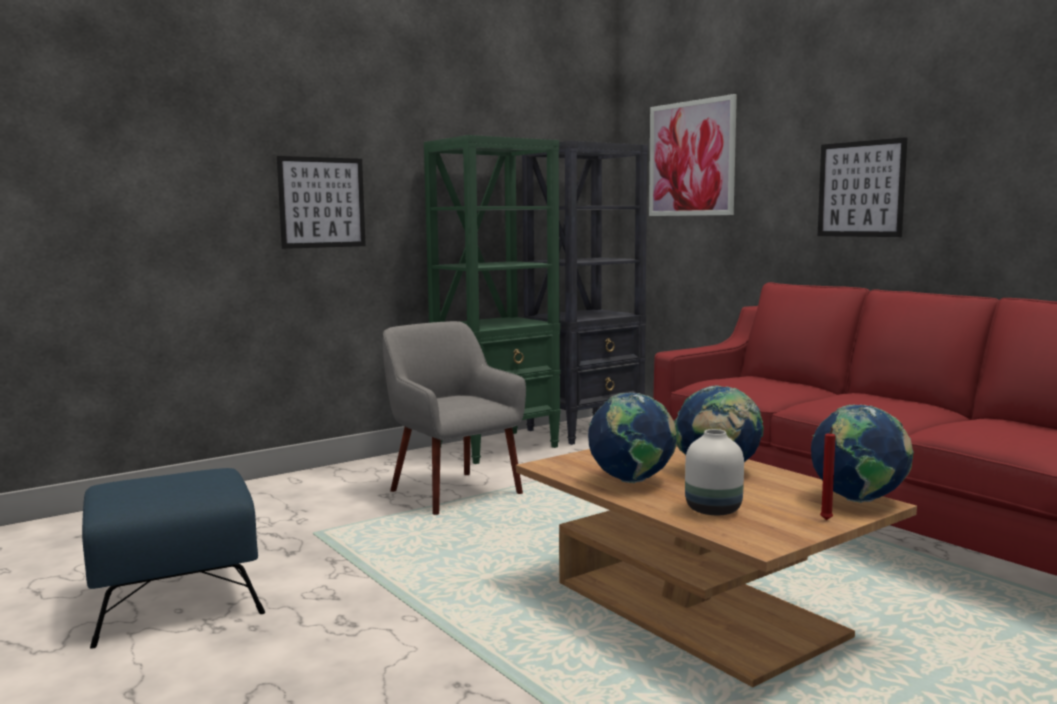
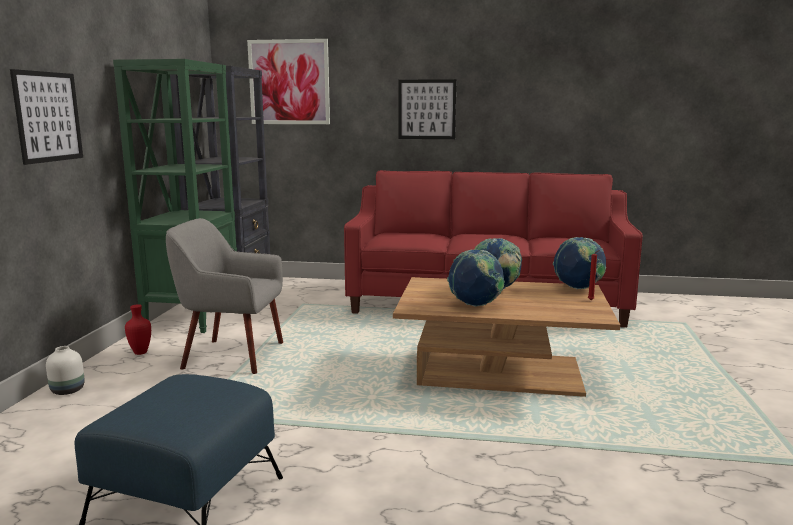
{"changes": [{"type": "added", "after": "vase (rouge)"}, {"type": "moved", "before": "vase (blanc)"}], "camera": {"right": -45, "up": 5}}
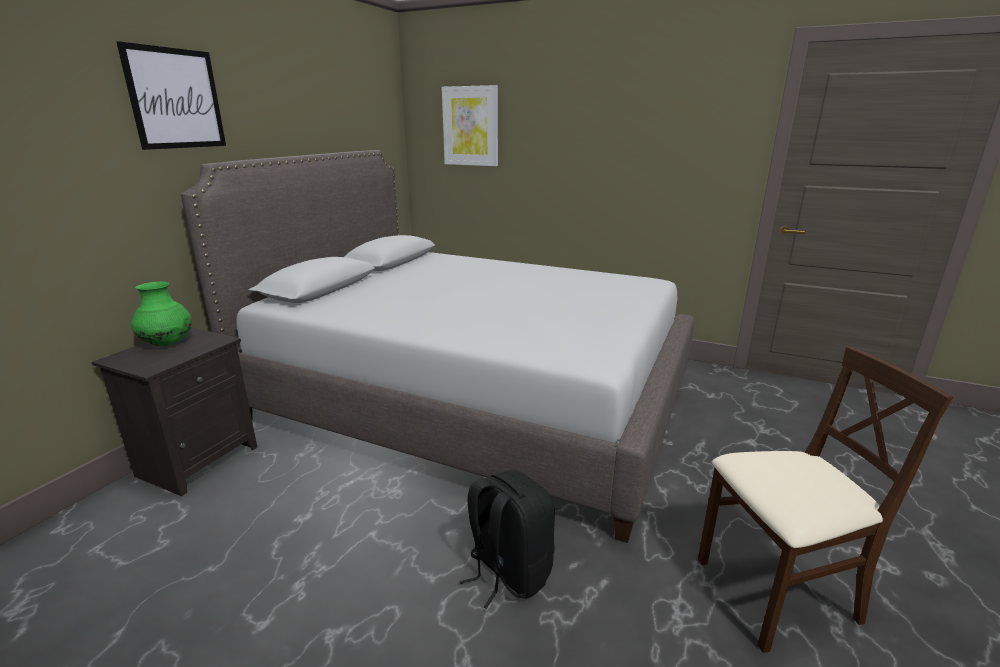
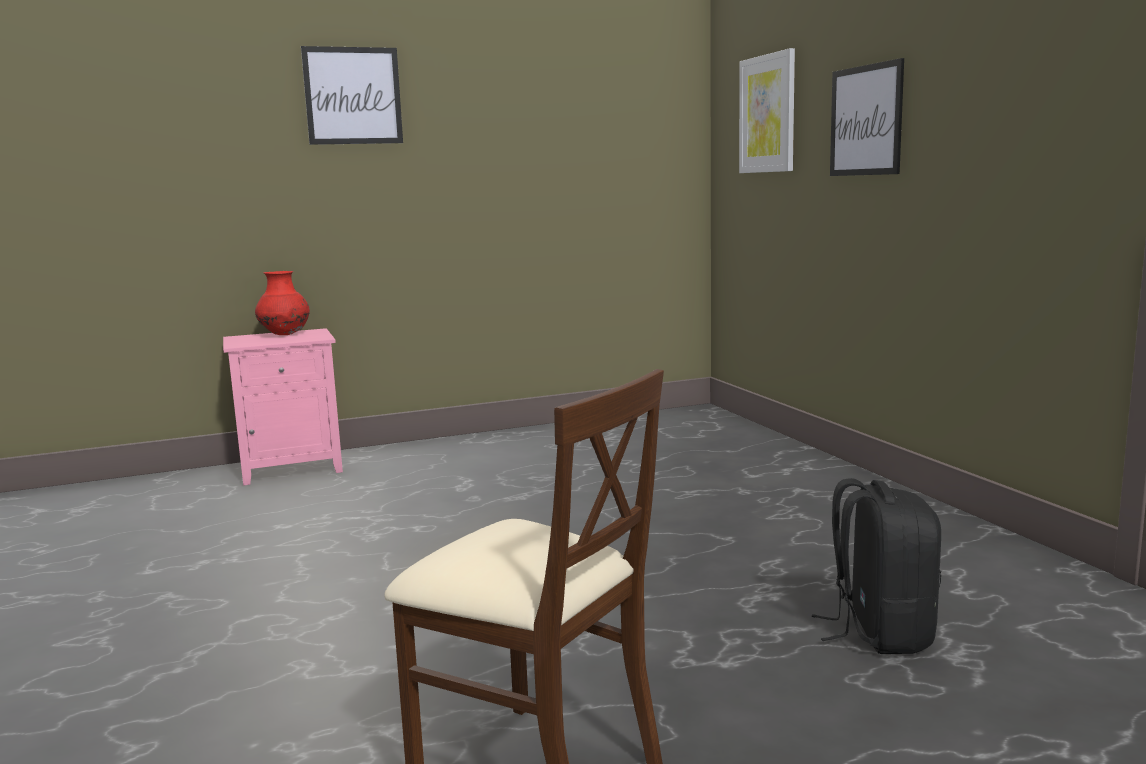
{"changes": [{"type": "removed", "before": "lit (gris)"}, {"type": "added", "after": "tableau (3rd from left)"}, {"type": "moved", "before": "sac à dos (noir)"}, {"type": "recoloured", "before": "table de chevet (noir)", "after": "table de chevet (rose)"}, {"type": "recoloured", "before": "vase (vert)", "after": "vase (rouge)"}], "camera": {"right": 45, "up": -10}}
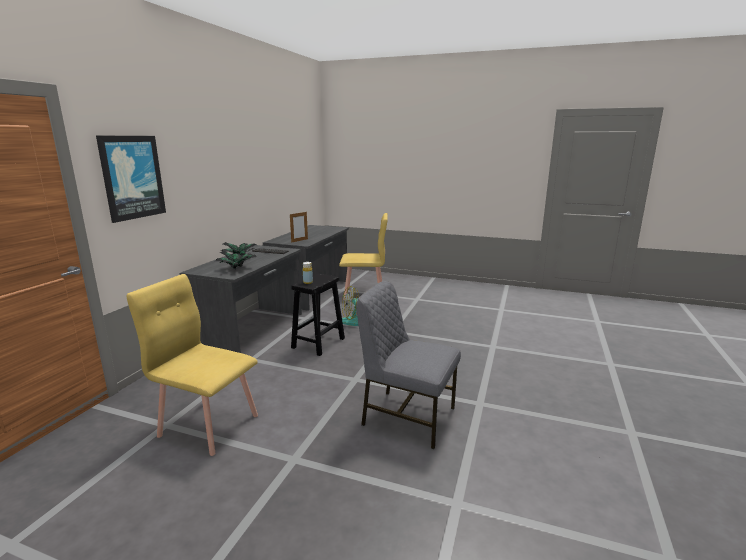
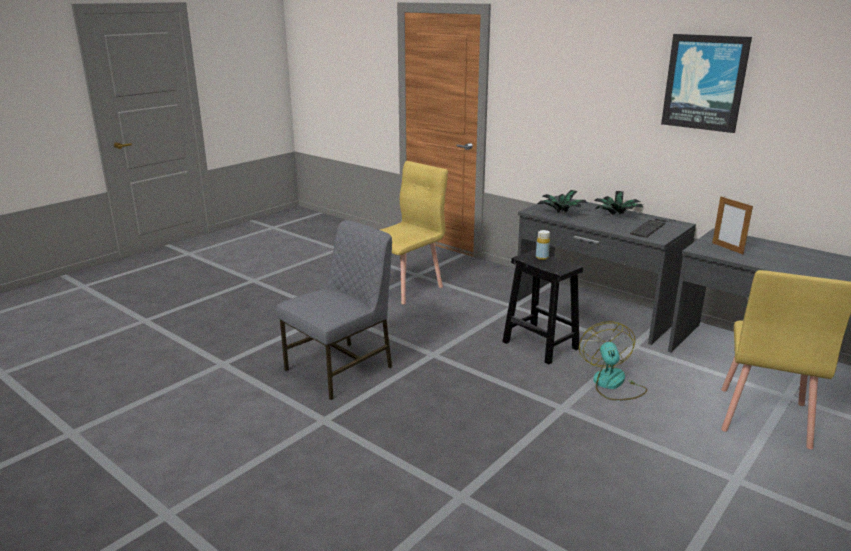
{"changes": [{"type": "moved", "before": "tableau"}], "camera": {"right": 110, "up": 5}}
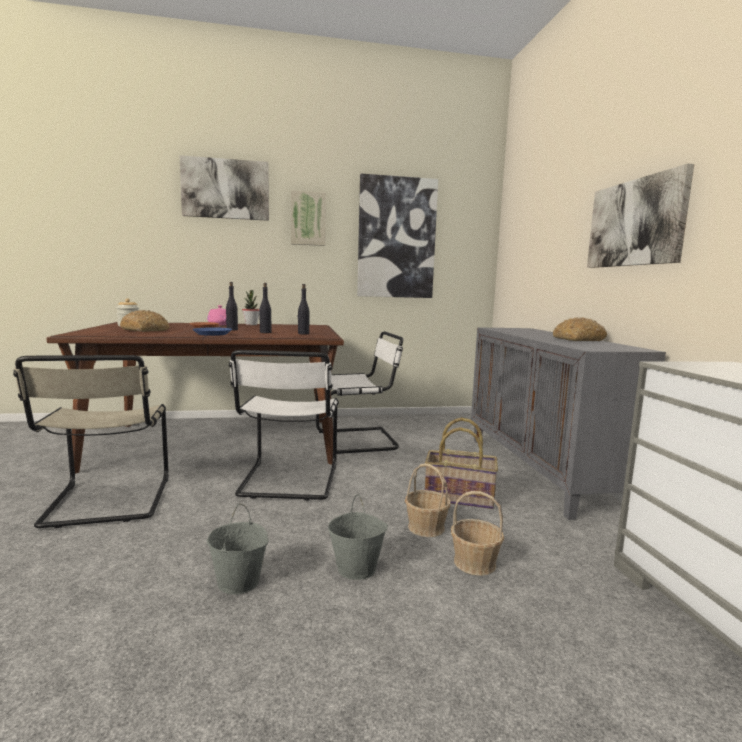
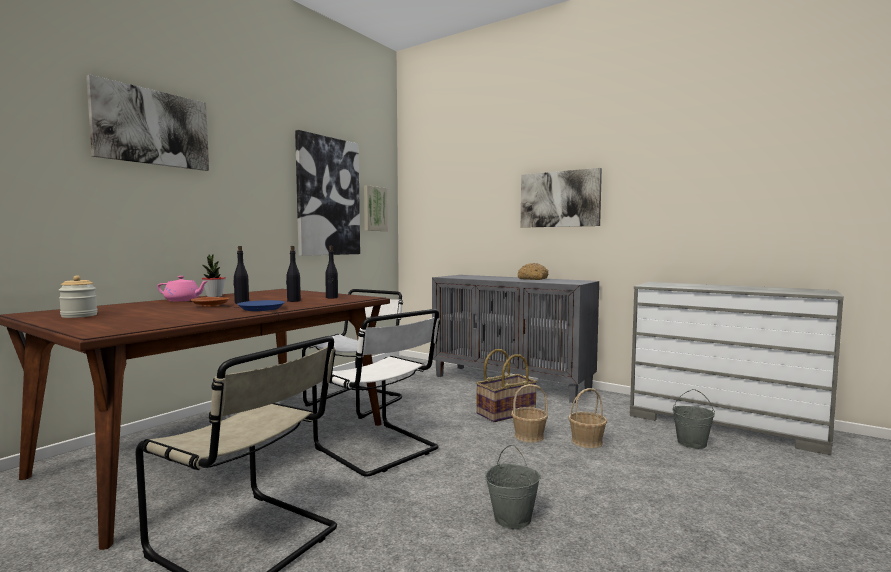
{"changes": [{"type": "removed", "before": "pain (1st from left)"}, {"type": "moved", "before": "tableau (2nd from left in the first image)", "after": "tableau (3rd from left)"}, {"type": "moved", "before": "seau (gris) (2nd from left)"}], "camera": {"right": -45, "up": -5}}
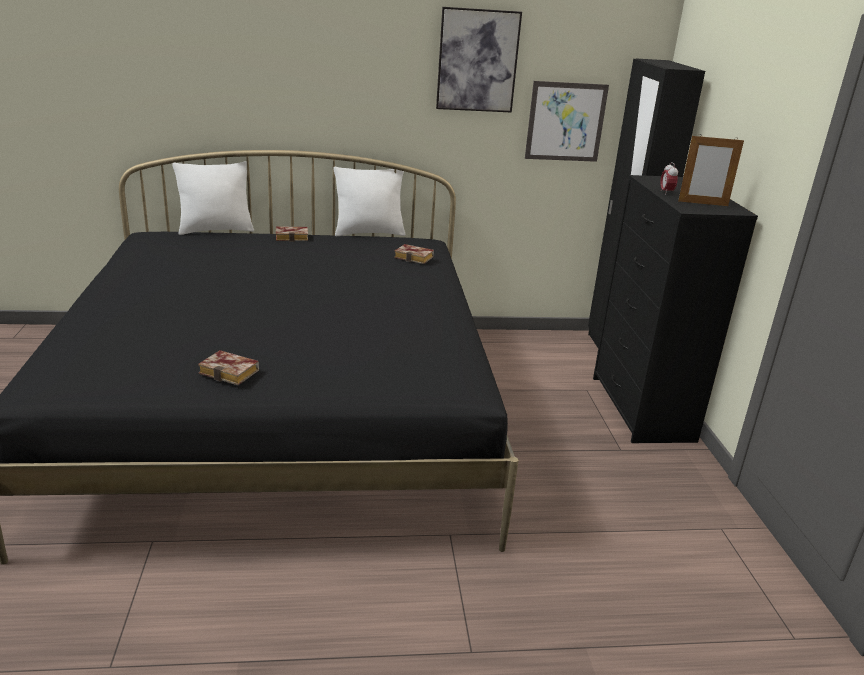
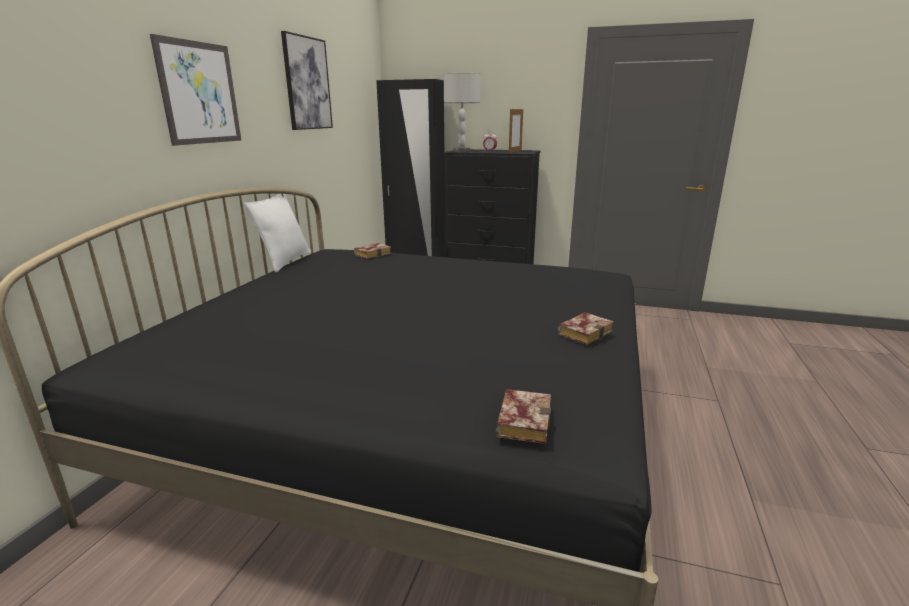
{"changes": [{"type": "removed", "before": "coussin (blanc) (1st from left)"}, {"type": "added", "after": "lampe de table (gris)"}, {"type": "moved", "before": "livre (2nd from left)"}, {"type": "moved", "before": "tableau (2nd from left in the first image)", "after": "tableau (1st from left)"}], "camera": {"right": -65, "up": -5}}
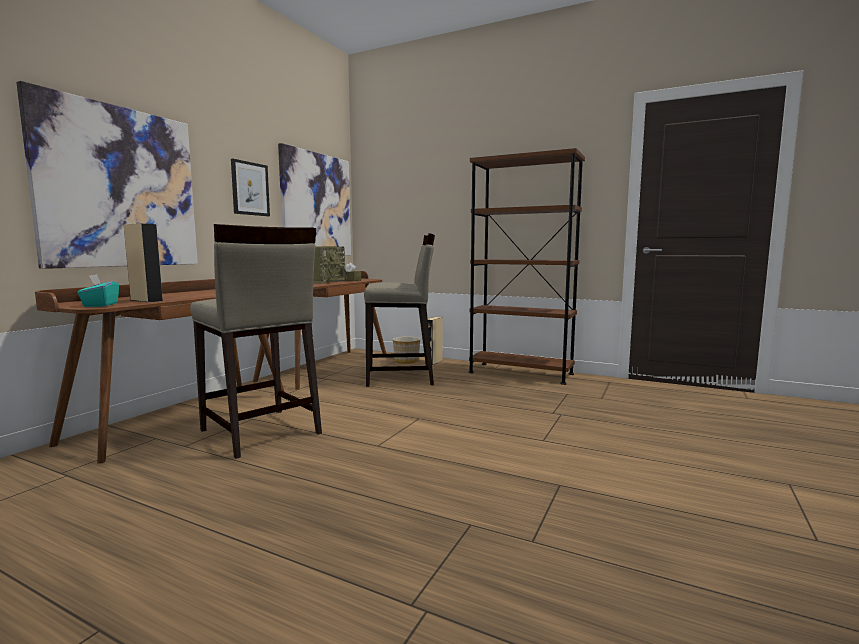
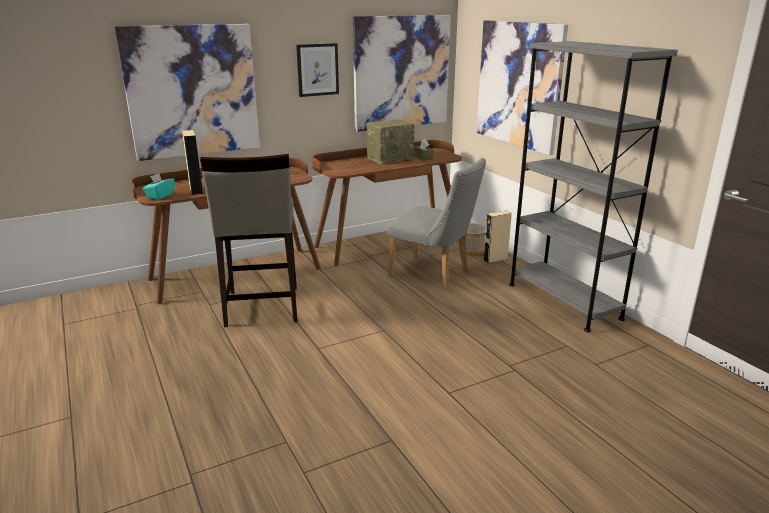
{"changes": [{"type": "added", "after": "tableau (4th from left)"}, {"type": "replaced", "before": "tabouret (beige) (2nd from left)", "after": "chaise (gris)"}, {"type": "recoloured", "before": "bibliothèque (marron)", "after": "bibliothèque (gris)"}], "camera": {"right": 35, "up": 15}}
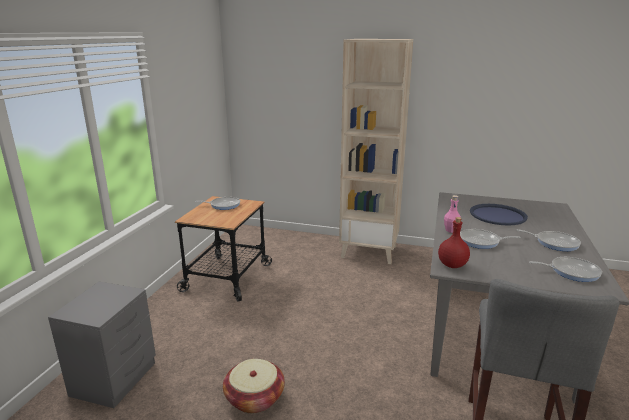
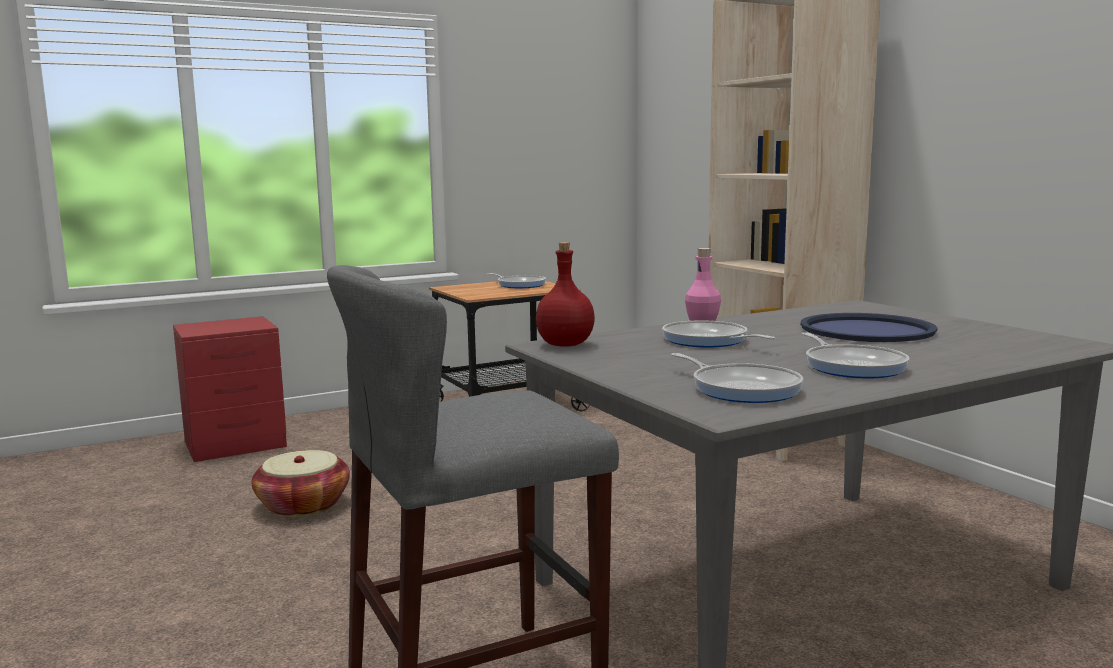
{"changes": [{"type": "recoloured", "before": "table de chevet (gris)", "after": "table de chevet (rouge)"}], "camera": {"right": 45, "up": -10}}
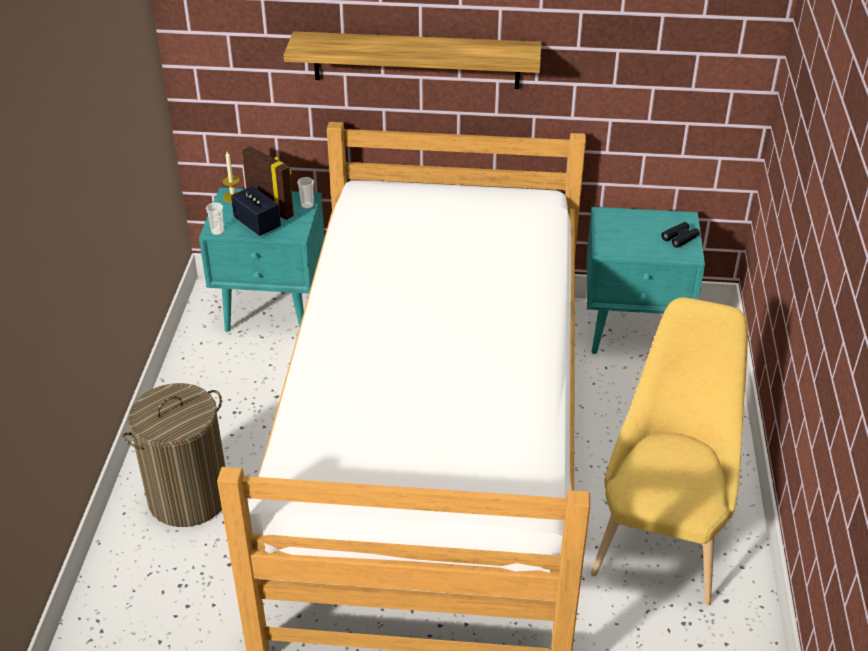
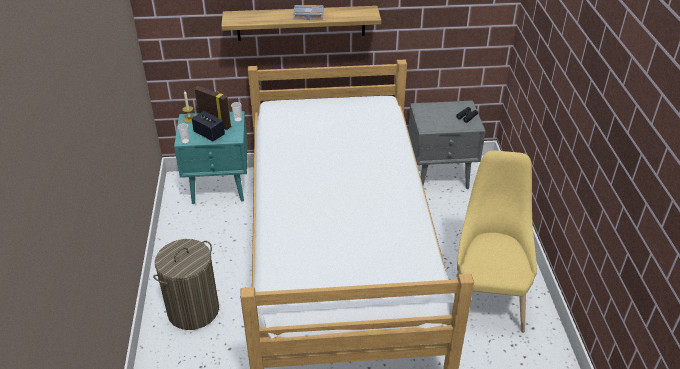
{"changes": [{"type": "added", "after": "livre (gris)"}, {"type": "recoloured", "before": "table de chevet (turquoise) (2nd from left)", "after": "table de chevet (gris)"}], "camera": {"right": -10, "up": 0}}
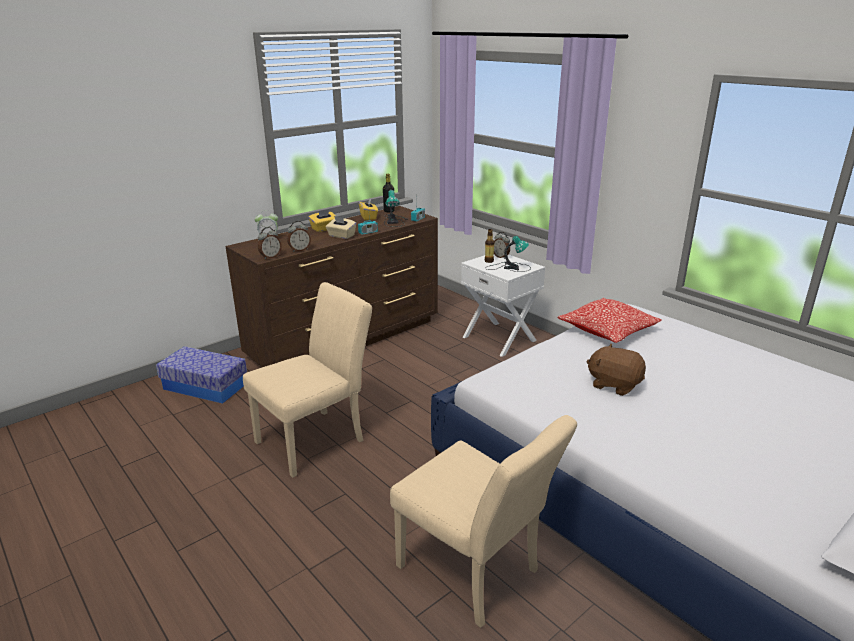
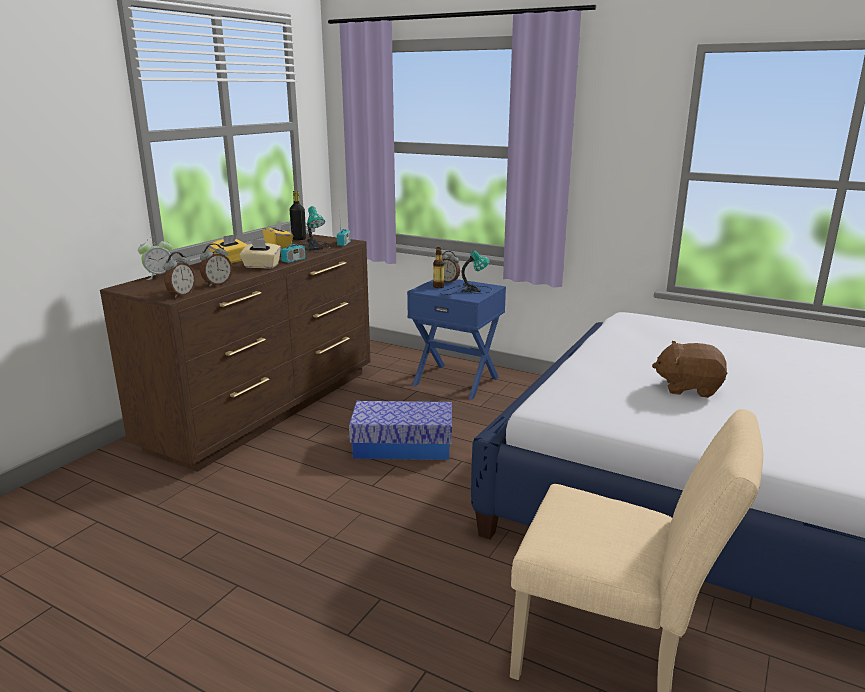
{"changes": [{"type": "removed", "before": "chaise (beige) (1st from left)"}, {"type": "removed", "before": "coussin"}, {"type": "moved", "before": "boîte de rangement"}, {"type": "recoloured", "before": "table de chevet (blanc)", "after": "table de chevet (bleu)"}], "camera": {"right": -20, "up": -5}}
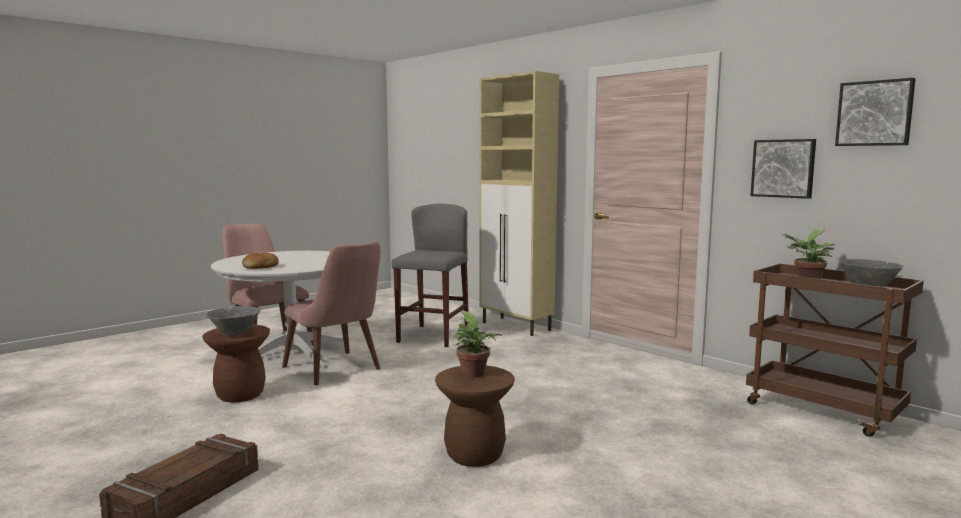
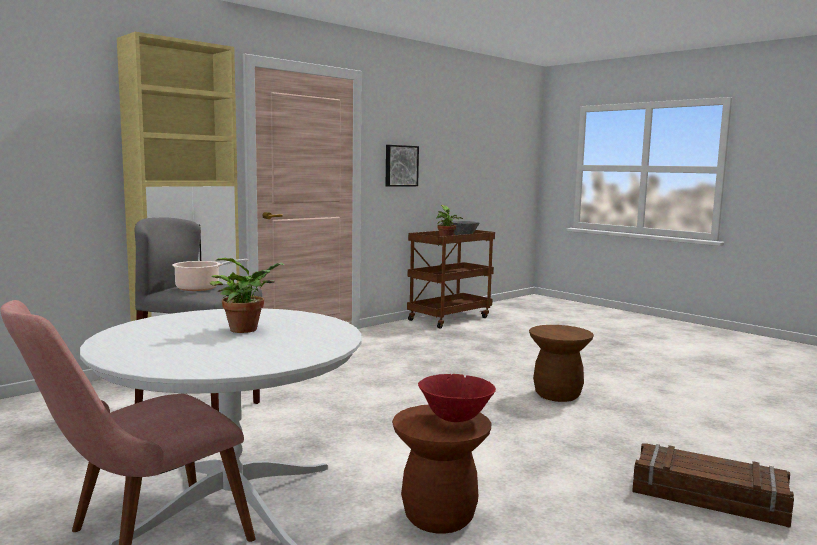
{"changes": [{"type": "removed", "before": "pain"}, {"type": "removed", "before": "chaise (rose) (2nd from left)"}, {"type": "removed", "before": "tableau (2nd from left)"}, {"type": "added", "after": "marmite"}, {"type": "moved", "before": "plante en pot (1st from left)"}, {"type": "recoloured", "before": "bol (gris) (1st from left)", "after": "bol (rouge)"}], "camera": {"right": -90, "up": 0}}
